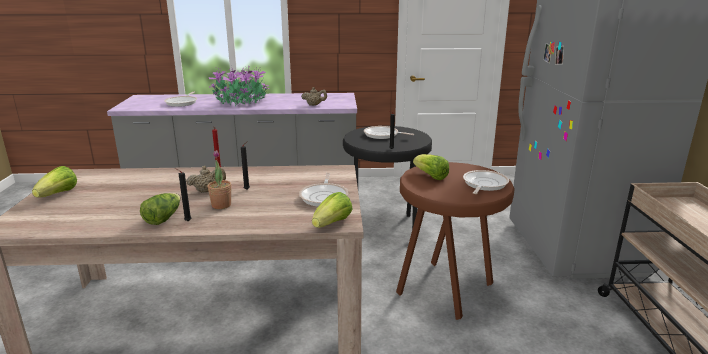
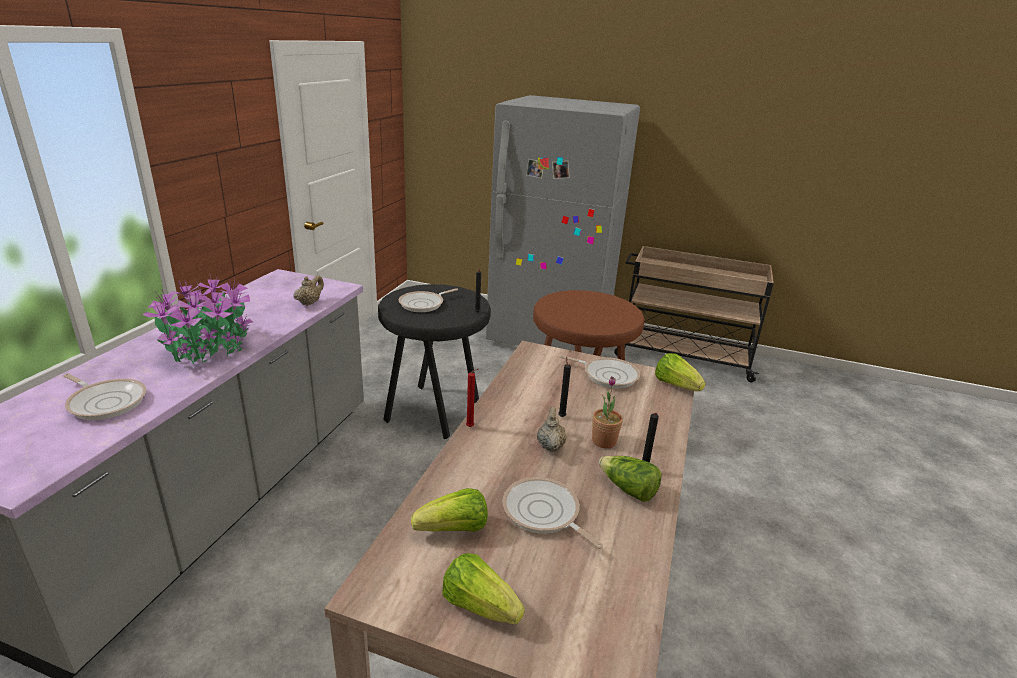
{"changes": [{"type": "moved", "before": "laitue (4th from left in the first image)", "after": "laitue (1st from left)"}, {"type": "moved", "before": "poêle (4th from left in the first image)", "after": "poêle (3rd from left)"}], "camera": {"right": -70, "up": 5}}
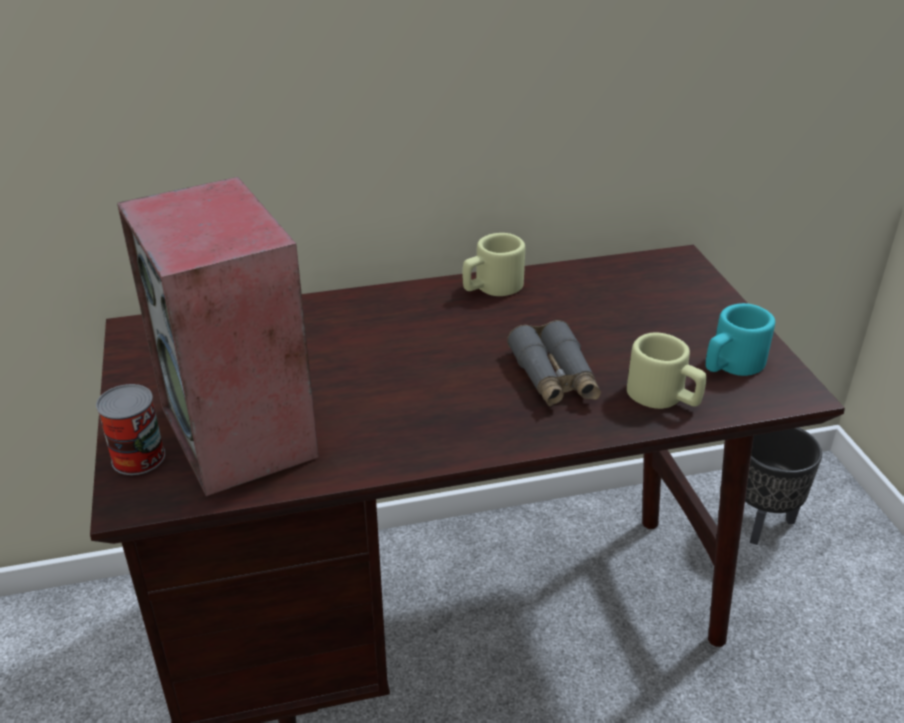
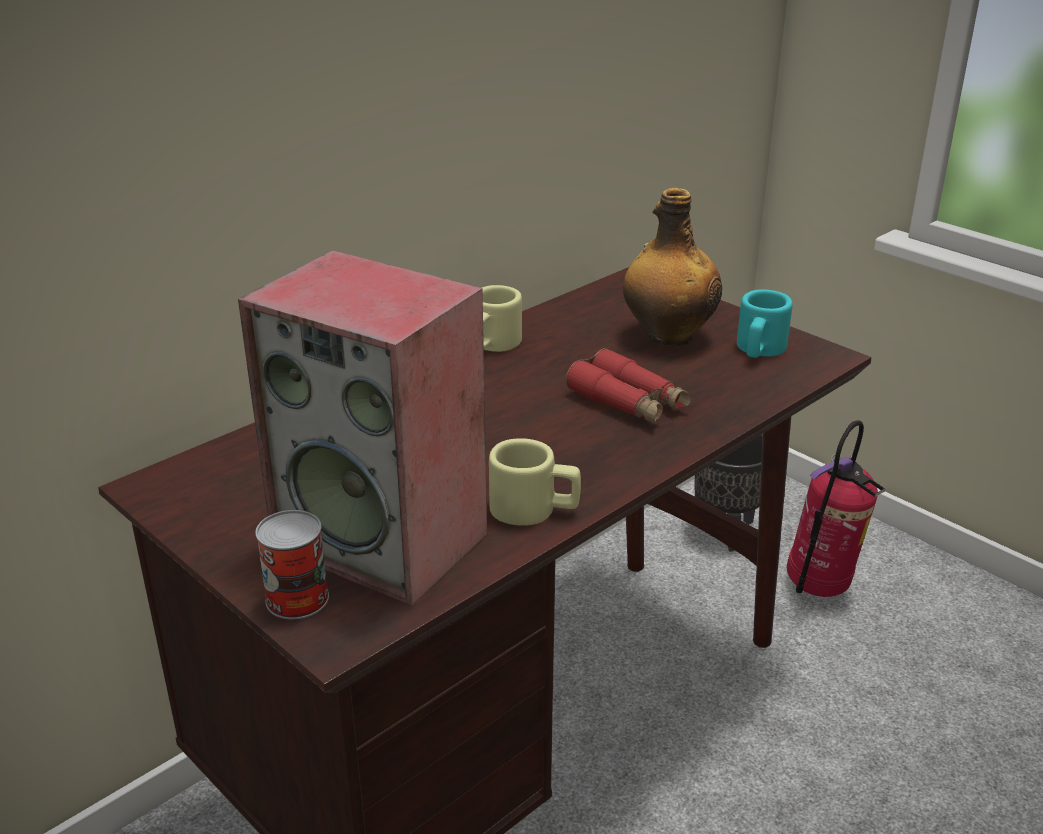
{"changes": [{"type": "added", "after": "bouteille"}, {"type": "added", "after": "extincteur"}, {"type": "moved", "before": "mug (beige) (2nd from left)"}, {"type": "recoloured", "before": "jumelles (gris)", "after": "jumelles (rouge)"}], "camera": {"right": -30, "up": -5}}
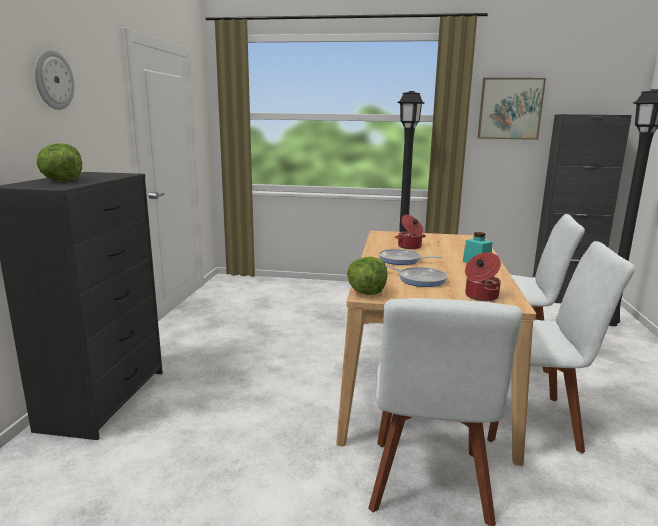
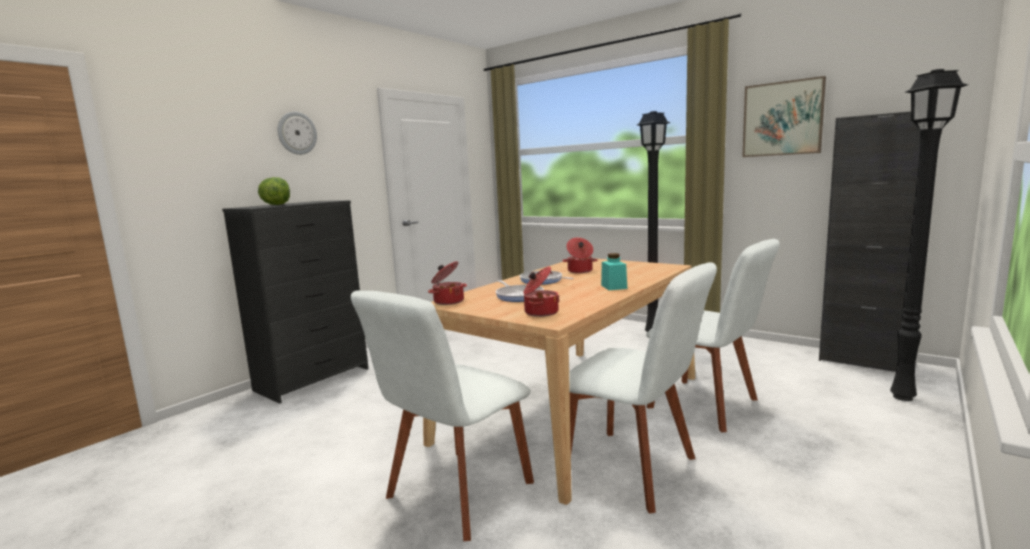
{"changes": [{"type": "replaced", "before": "laitue (2nd from left)", "after": "marmite (1st from left)"}], "camera": {"right": 30, "up": -5}}
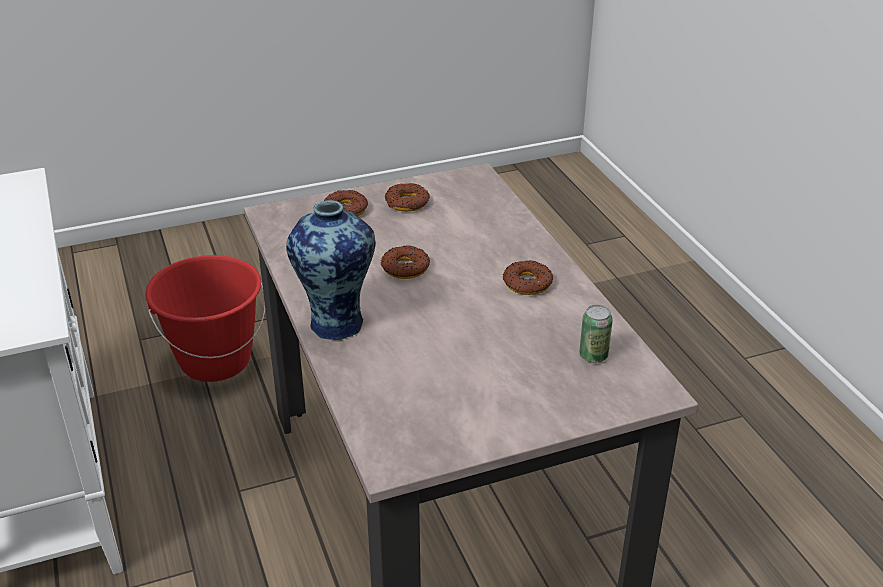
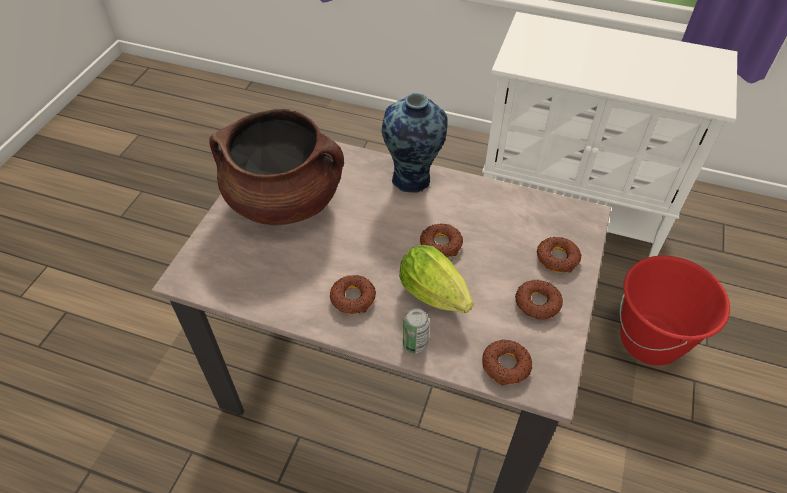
{"changes": [{"type": "added", "after": "marmite (marron)"}, {"type": "added", "after": "laitue"}, {"type": "added", "after": "beignet (3rd from left)"}, {"type": "moved", "before": "boîte métallique"}], "camera": {"right": 130, "up": 15}}
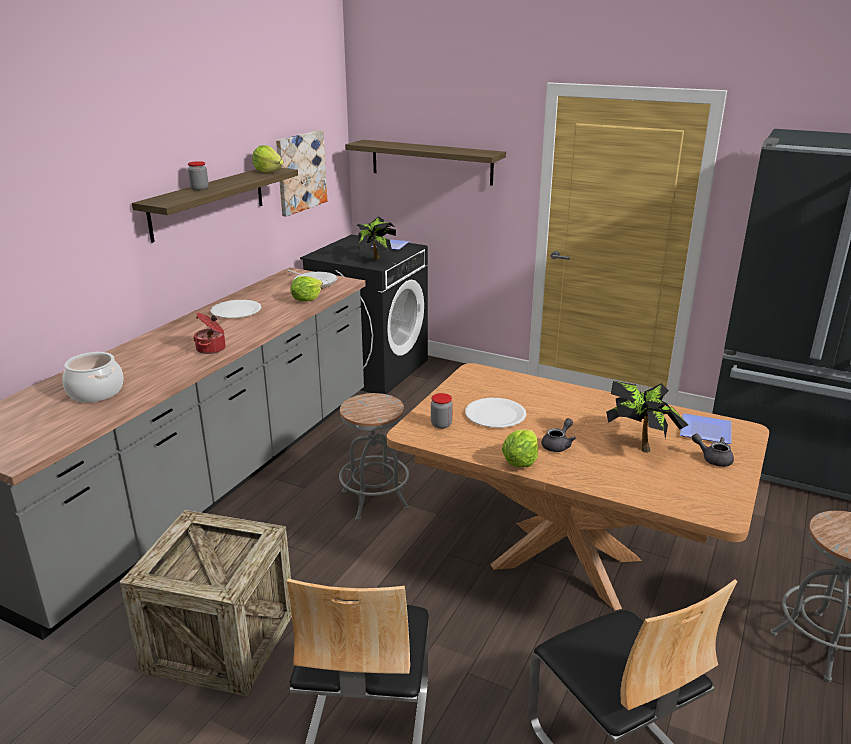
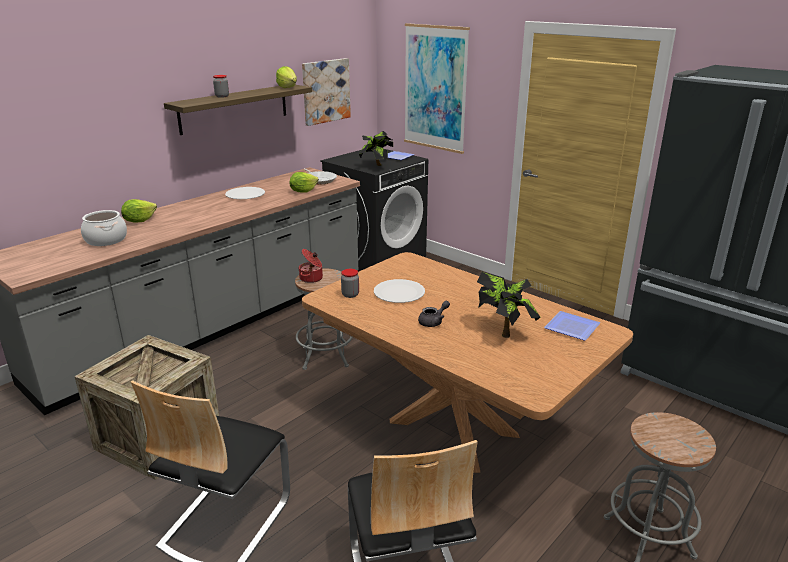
{"changes": [{"type": "removed", "before": "théière (gris) (2nd from left)"}, {"type": "moved", "before": "marmite (2nd from left)"}, {"type": "moved", "before": "laitue (3rd from left in the first image)", "after": "laitue (1st from left)"}, {"type": "replaced", "before": "étagère (2nd from left)", "after": "tableau (2nd from left)"}], "camera": {"right": 15, "up": 0}}
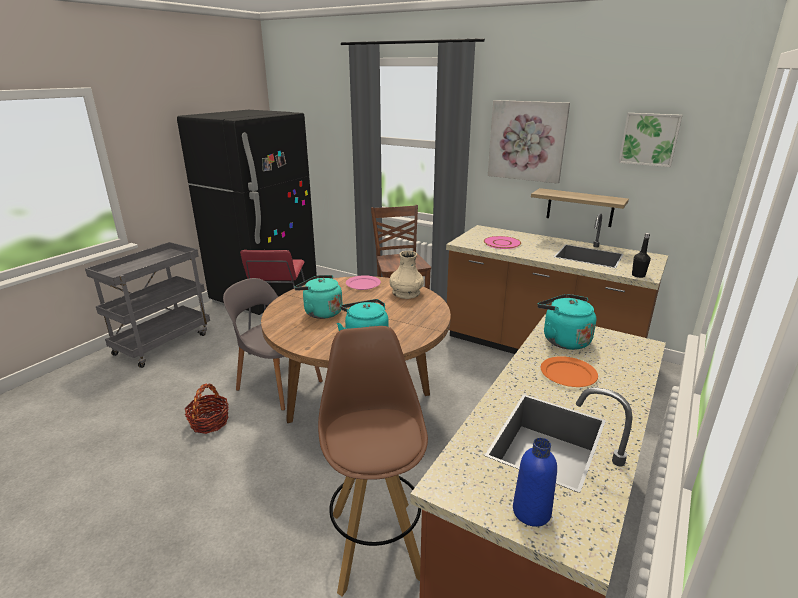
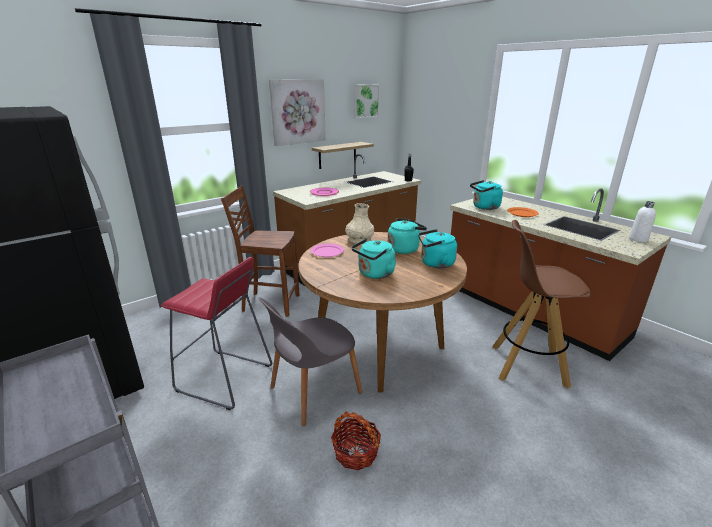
{"changes": [{"type": "added", "after": "bouilloire (turquoise) (2nd from left)"}, {"type": "recoloured", "before": "bouteille (bleu)", "after": "bouteille (blanc)"}], "camera": {"right": -70, "up": 0}}
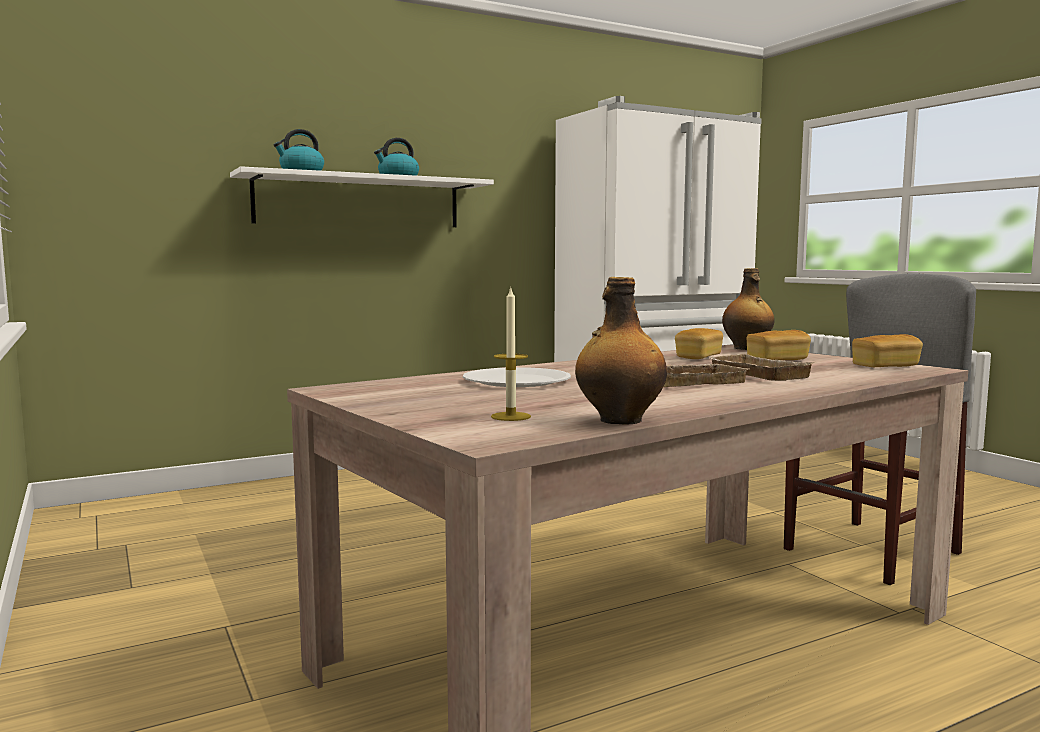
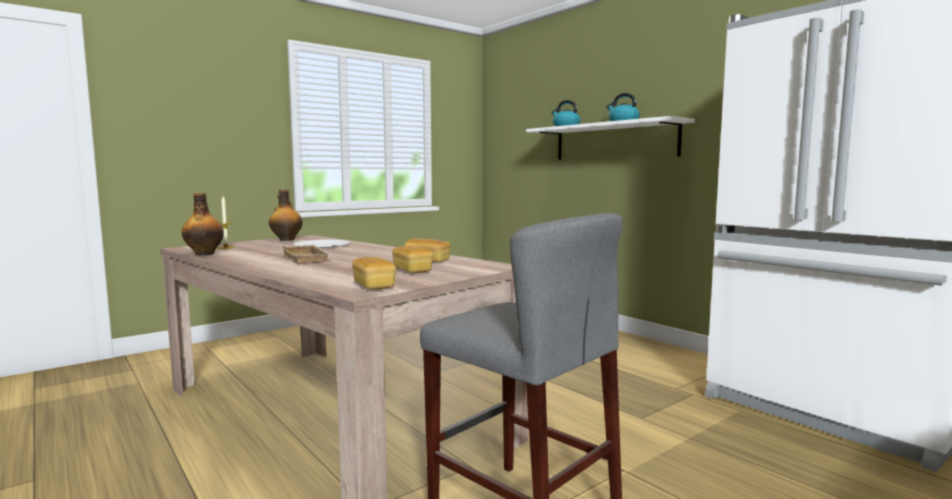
{"changes": [{"type": "removed", "before": "plateau (beige) (2nd from left)"}, {"type": "moved", "before": "bouteille (2nd from left)"}], "camera": {"right": 80, "up": 0}}
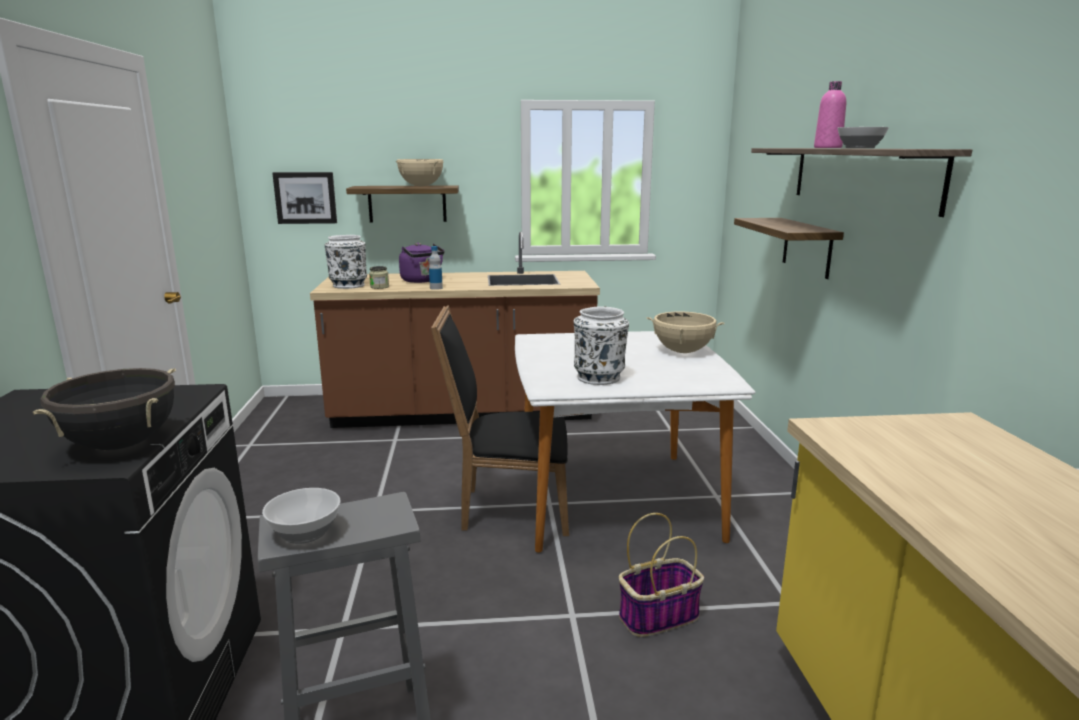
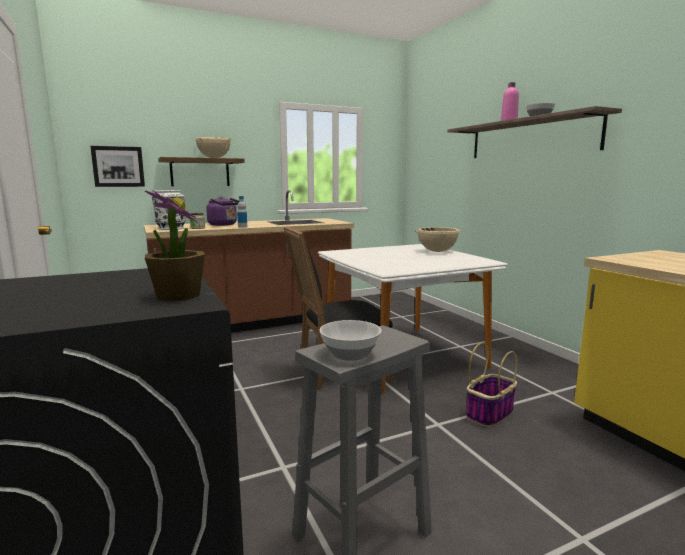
{"changes": [{"type": "removed", "before": "vase (blanc) (2nd from left)"}, {"type": "removed", "before": "étagère (2nd from left)"}, {"type": "replaced", "before": "marmite (noir)", "after": "plante en pot"}], "camera": {"right": -20, "up": -5}}
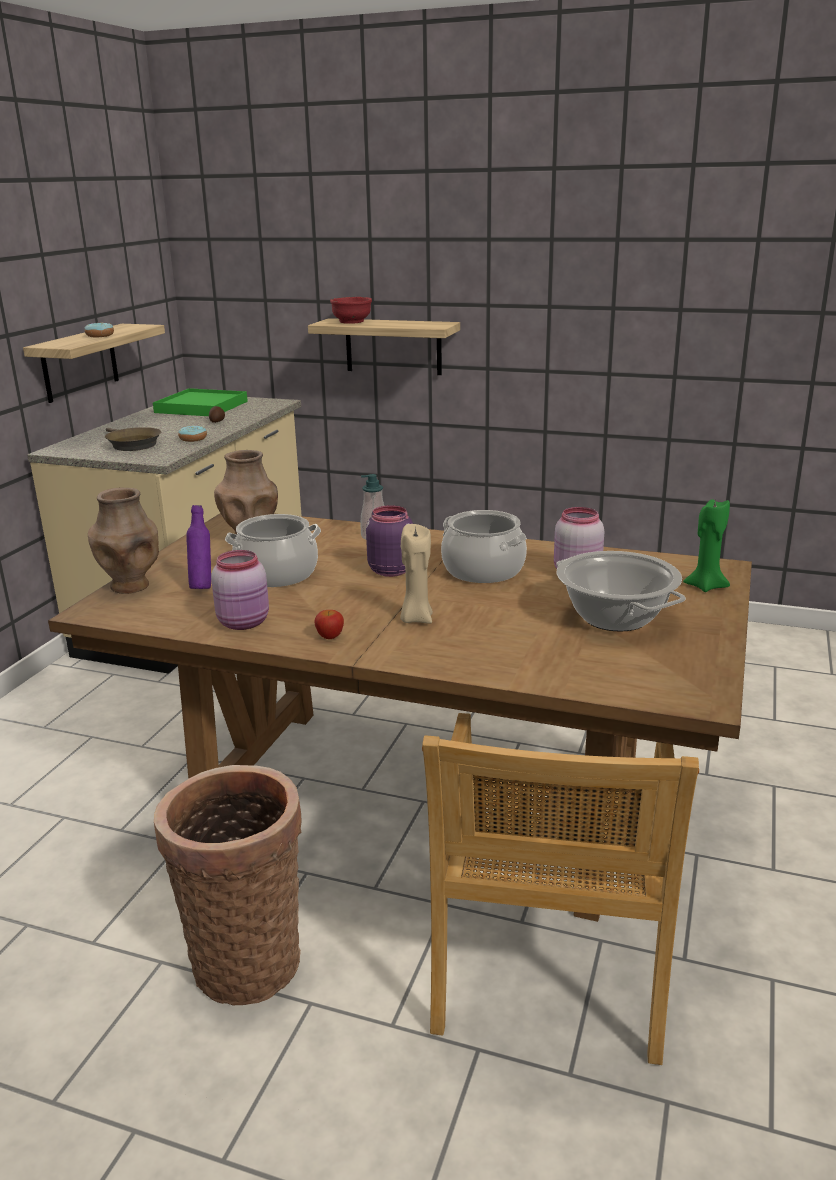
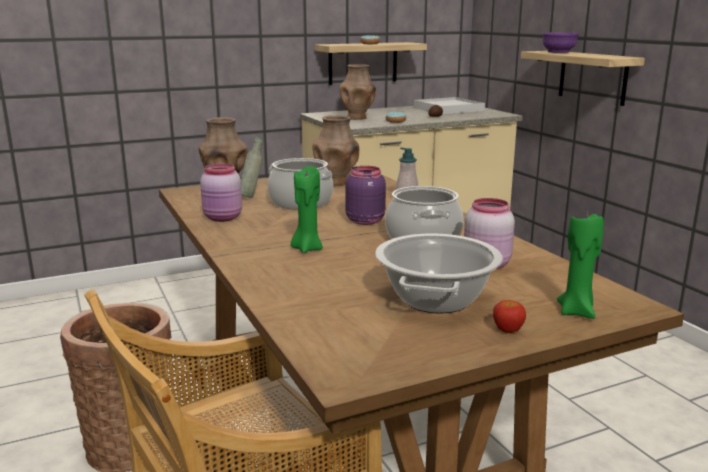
{"changes": [{"type": "moved", "before": "pomme"}, {"type": "replaced", "before": "poêle (marron)", "after": "vase (marron) (3rd from left)"}, {"type": "recoloured", "before": "plateau (vert)", "after": "plateau (blanc)"}, {"type": "recoloured", "before": "bouteille (violet)", "after": "bouteille (gris)"}, {"type": "recoloured", "before": "bol (rouge)", "after": "bol (violet)"}, {"type": "recoloured", "before": "bougie (beige)", "after": "bougie (vert) (1st from left)"}], "camera": {"right": 45, "up": -5}}
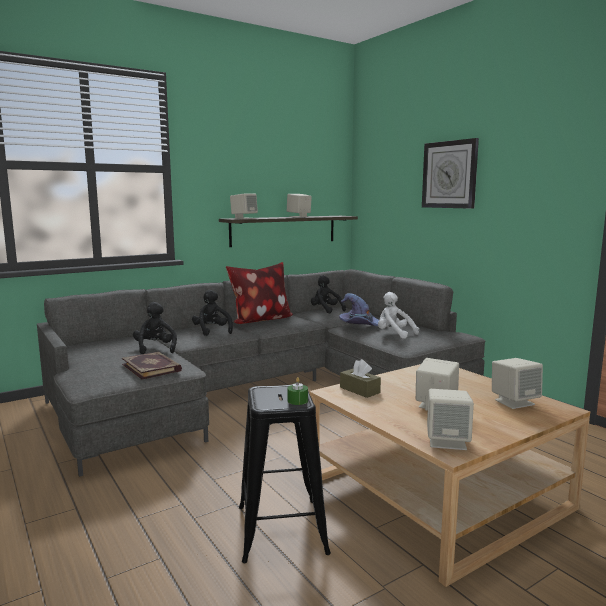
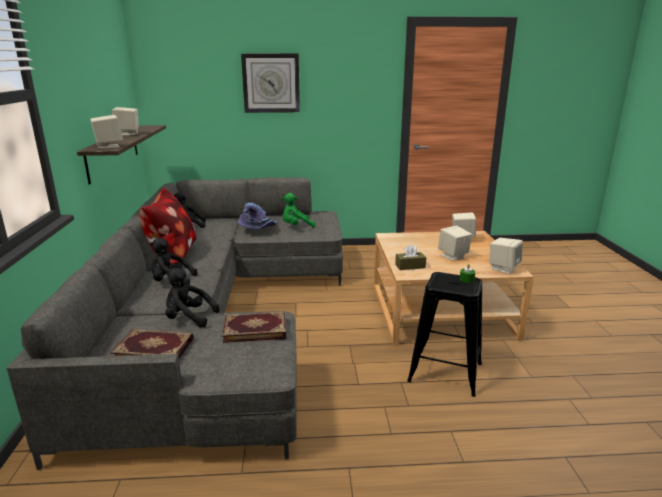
{"changes": [{"type": "added", "after": "livre (1st from left)"}, {"type": "recoloured", "before": "peluche (blanc)", "after": "peluche (vert)"}], "camera": {"right": -60, "up": 10}}
